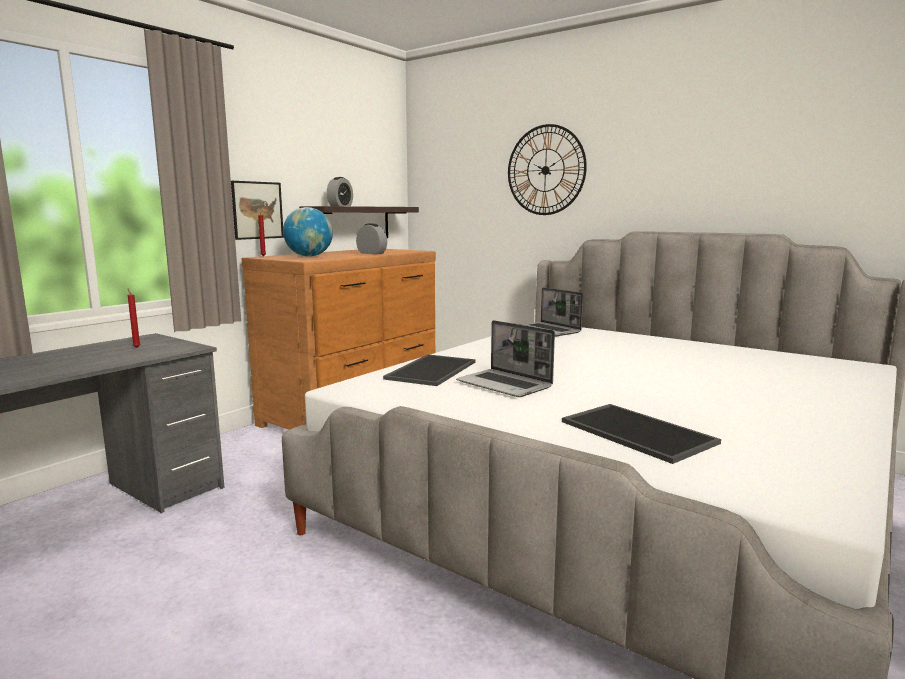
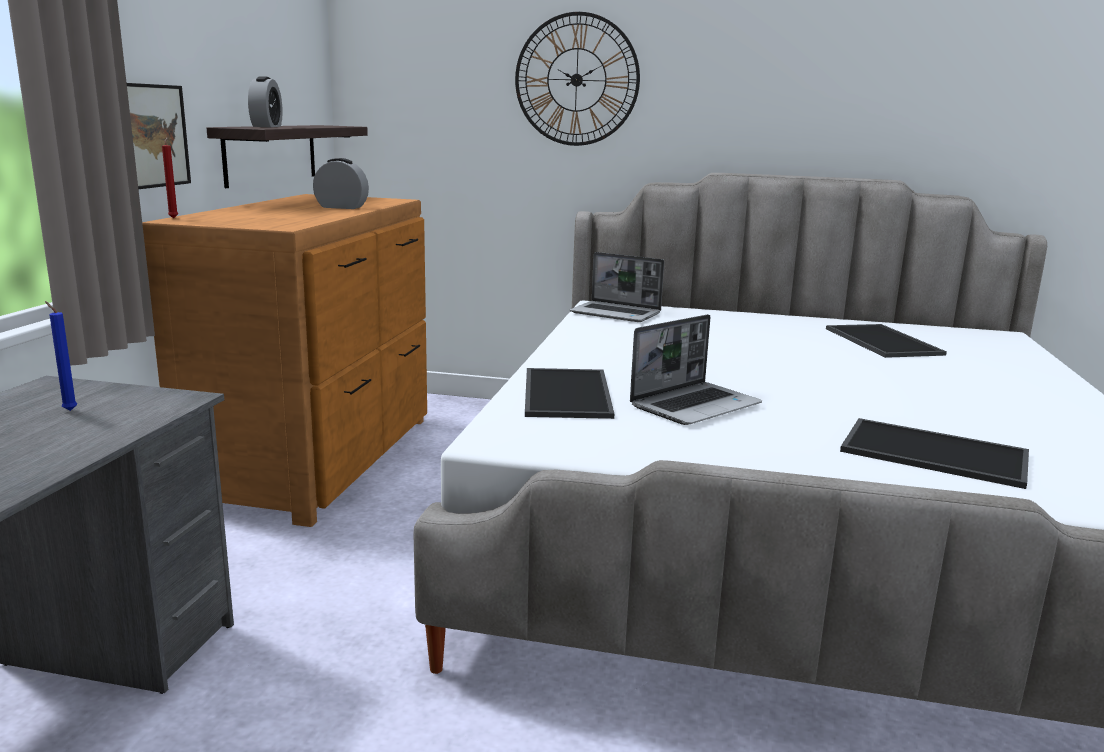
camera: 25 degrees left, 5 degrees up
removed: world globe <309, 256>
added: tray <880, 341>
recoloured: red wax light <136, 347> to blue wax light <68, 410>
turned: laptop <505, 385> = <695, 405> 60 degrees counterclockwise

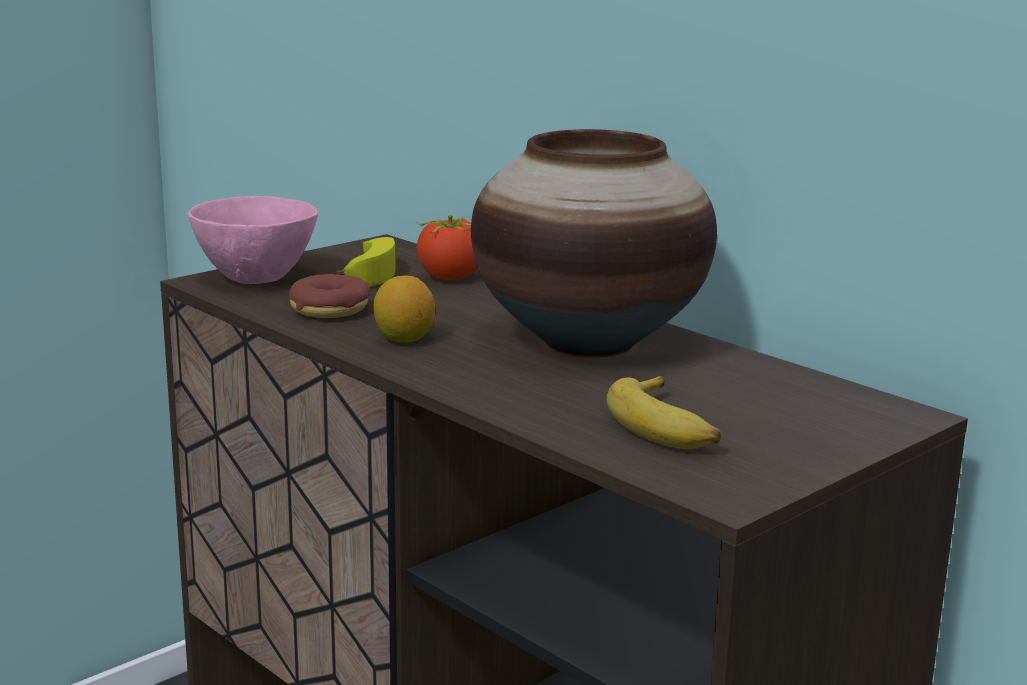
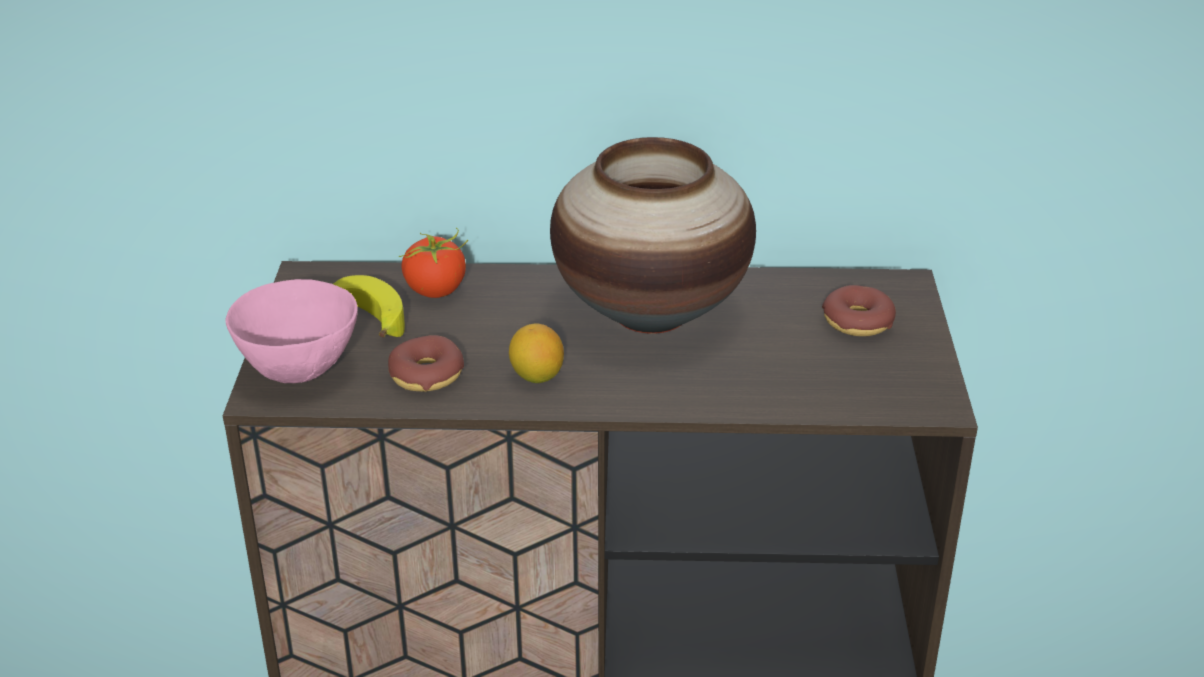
camera: 45 degrees left, 15 degrees up
removed: banana fruit <666, 428>
added: doughnut <857, 322>

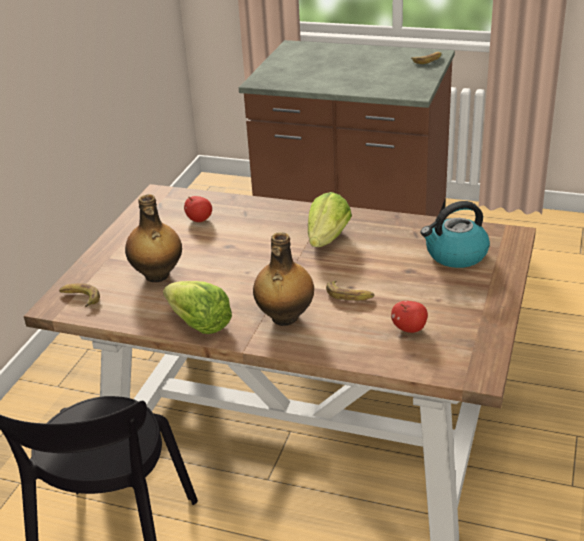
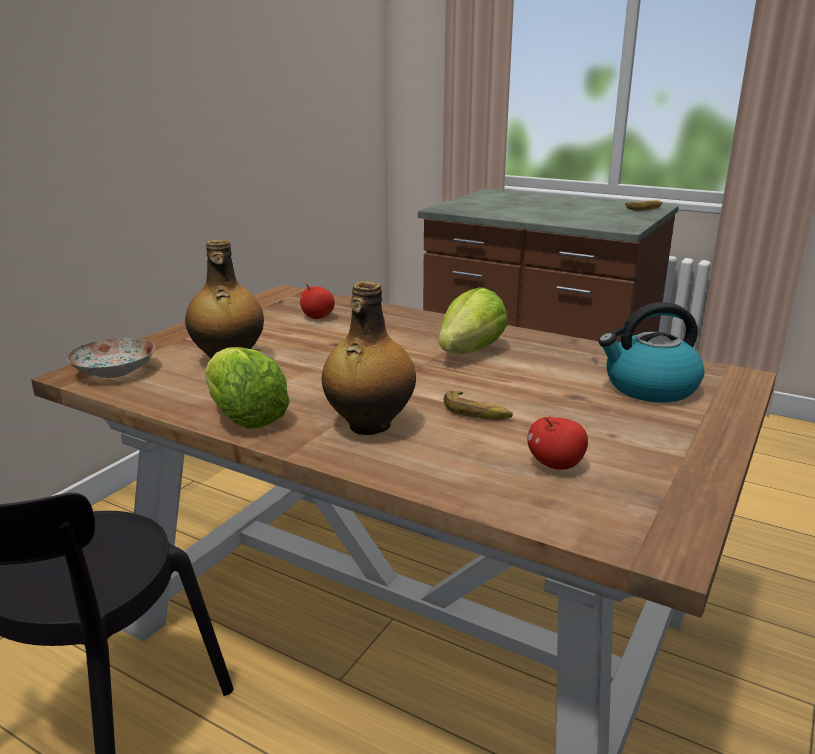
camera: 10 degrees right, 10 degrees down
replaced: banana fruit <80, 298> to dinner plate <114, 370>

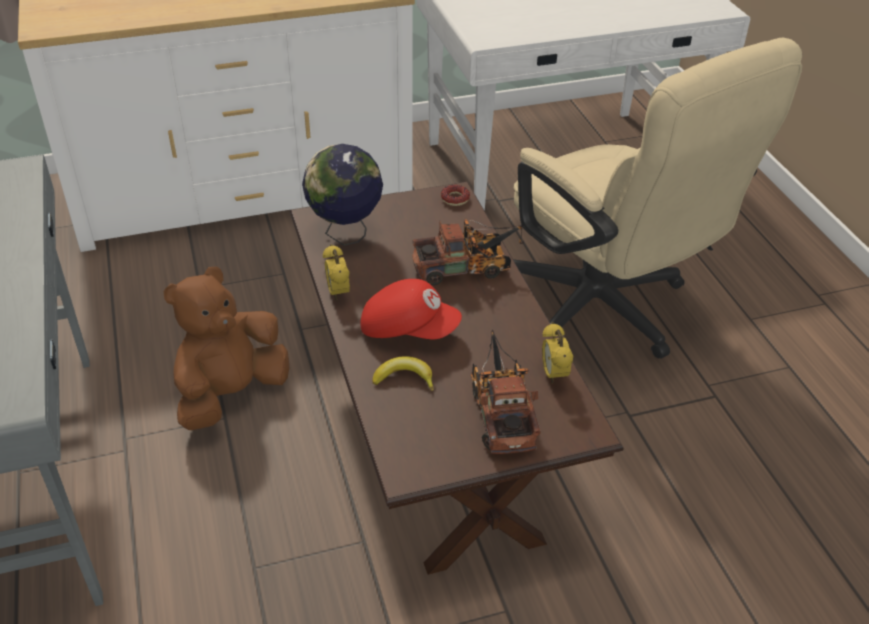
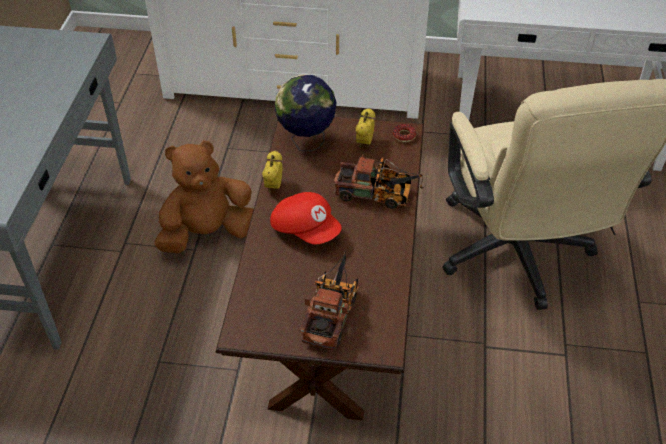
camera: 25 degrees right, 5 degrees up
removed: banana fruit <404, 378>
moved: table clock <553, 375> to <364, 143>

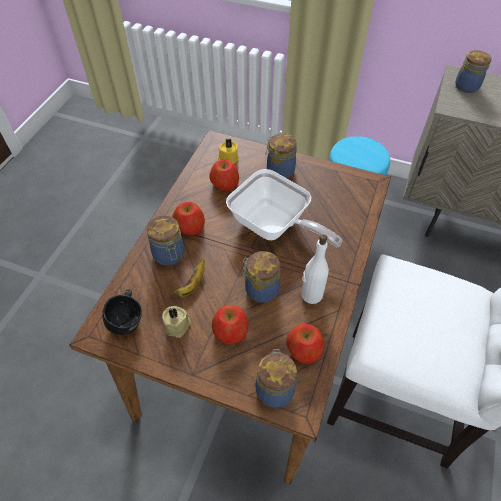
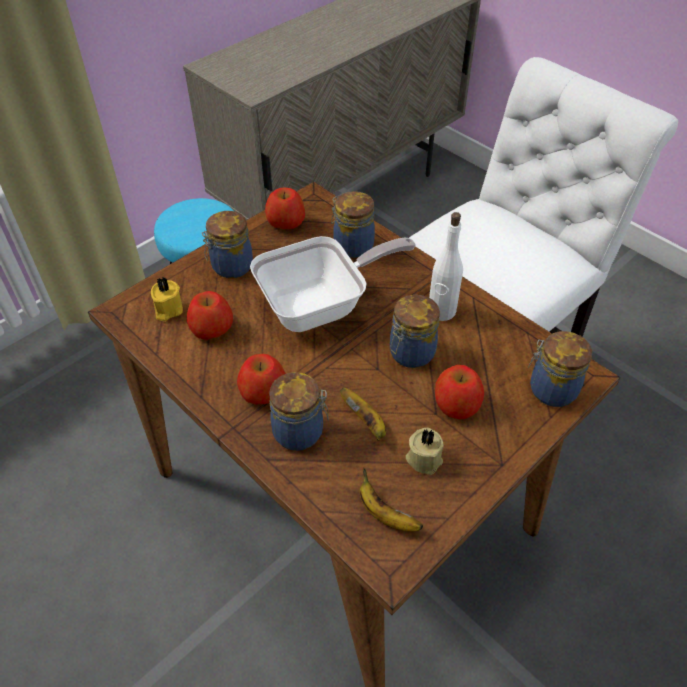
camera: 65 degrees left, 5 degrees down
moved: apple fruit <304, 349> to <285, 222>; jar <466, 86> to <352, 245>
replaced: black-coloured coffee mug <128, 319> to banana fruit <385, 514>

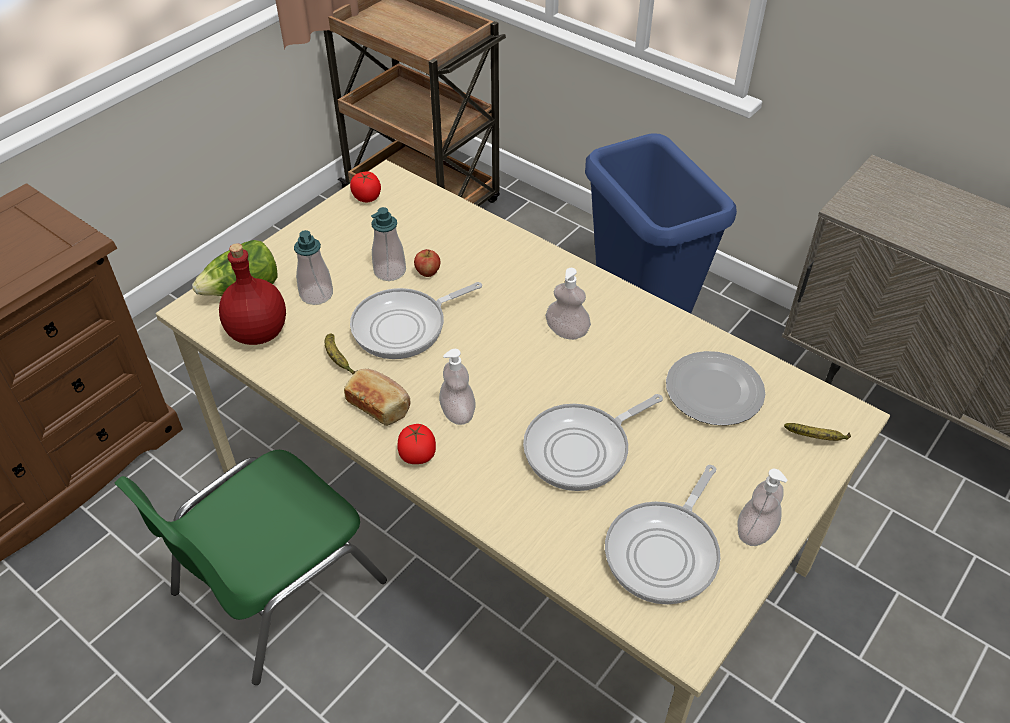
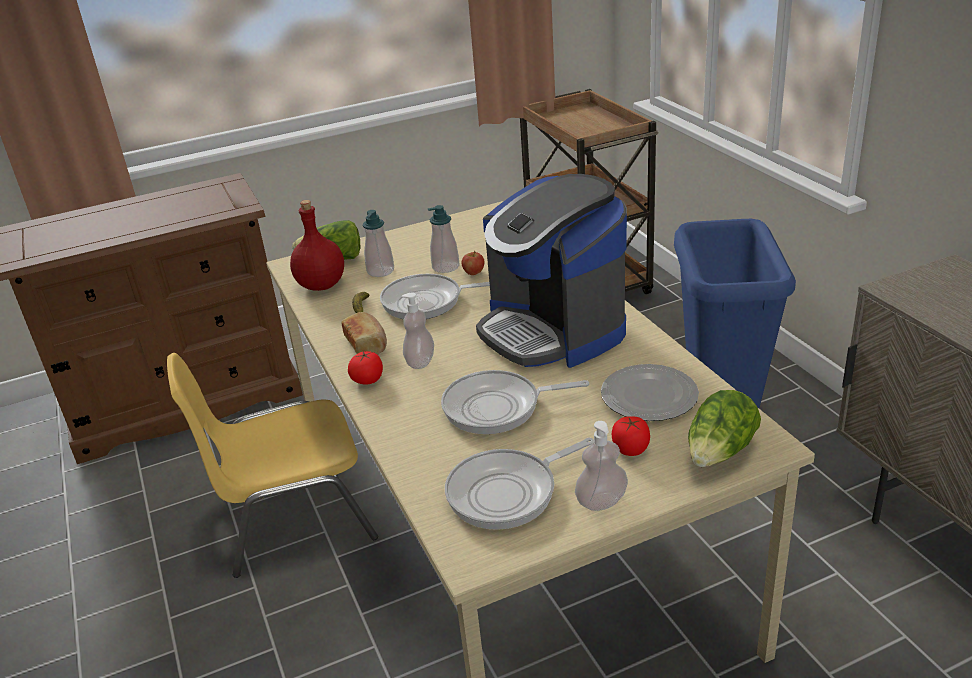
camera: 30 degrees right, 15 degrees down
moved: fresh tomato <367, 197> to <630, 449>
replaced: soap bottle <567, 331> to coffee maker <553, 330>; banana fruit <817, 439> to lettuce <720, 452>
recoloured: green-coloured upright chair <274, 587> to yellowish upright chair <293, 516>

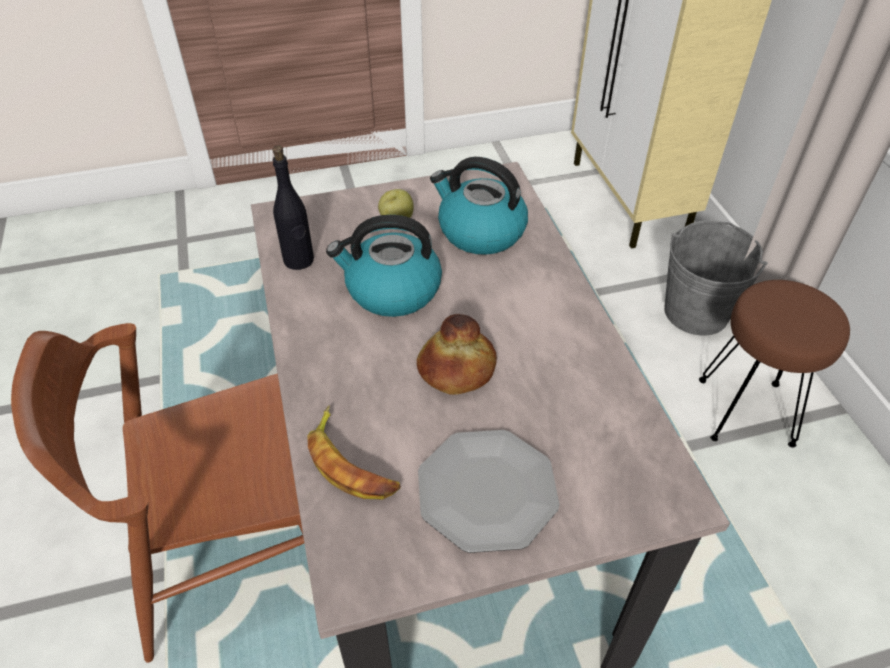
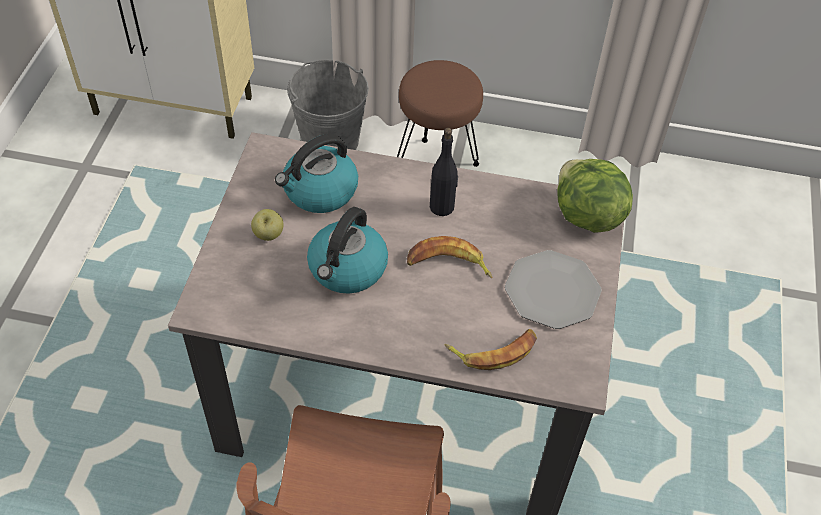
camera: 65 degrees left, 5 degrees up
added: lettuce <586, 216>
moved: black-coloured bottle <299, 260> to <442, 207>
replaced: baked bread <456, 369> to banana fruit <448, 264>

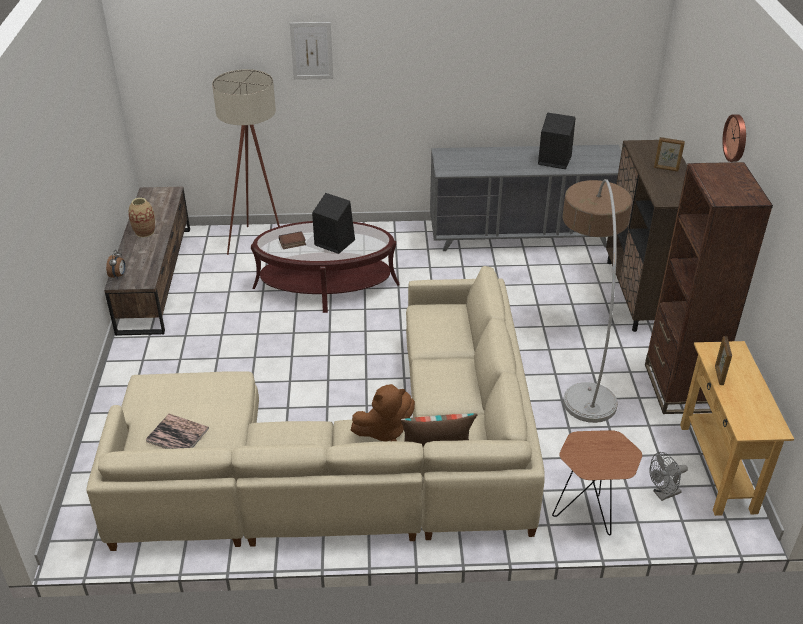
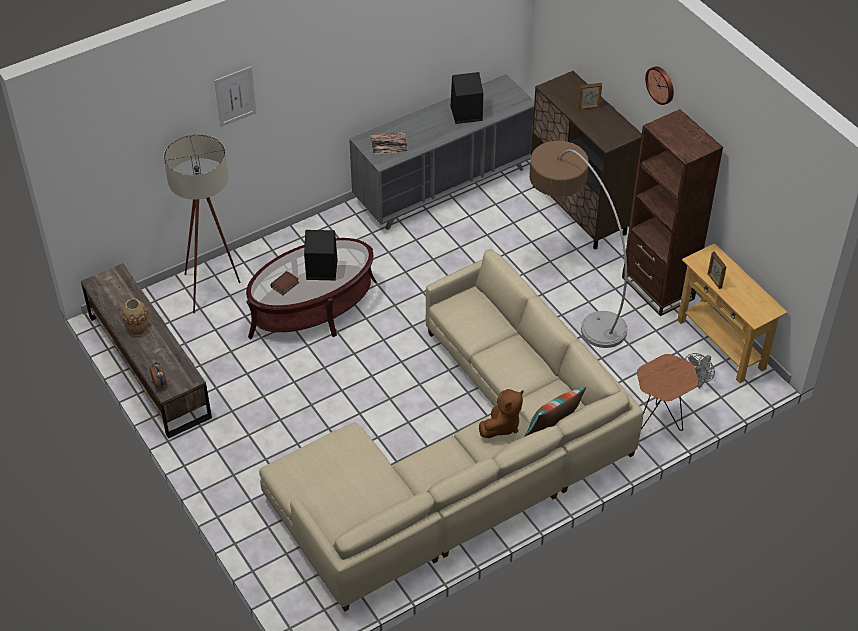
camera: 30 degrees left, 10 degrees up
moved: book <177, 435> to <389, 144>

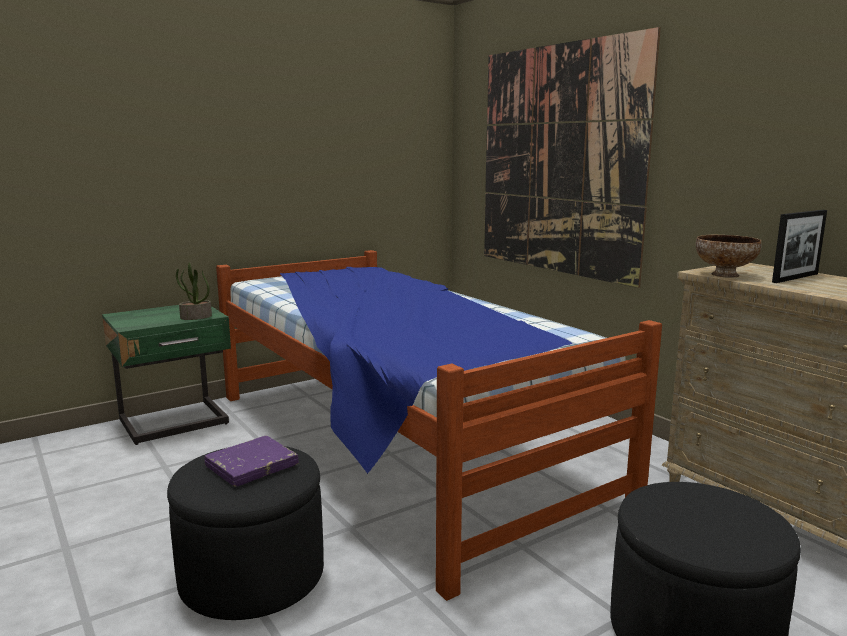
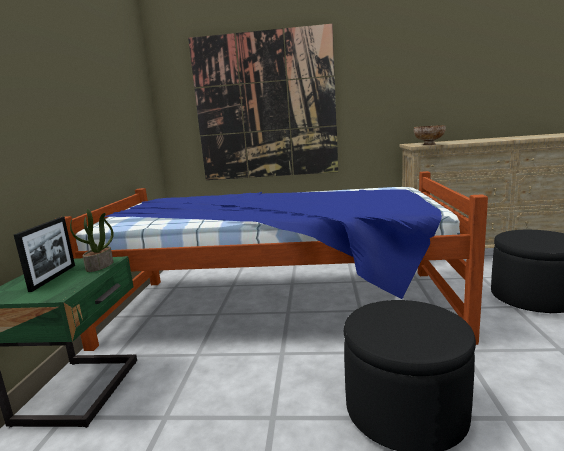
camera: 50 degrees left, 0 degrees up
removed: purplish book <251, 466>
moved: picture frame <795, 278> to <53, 277>

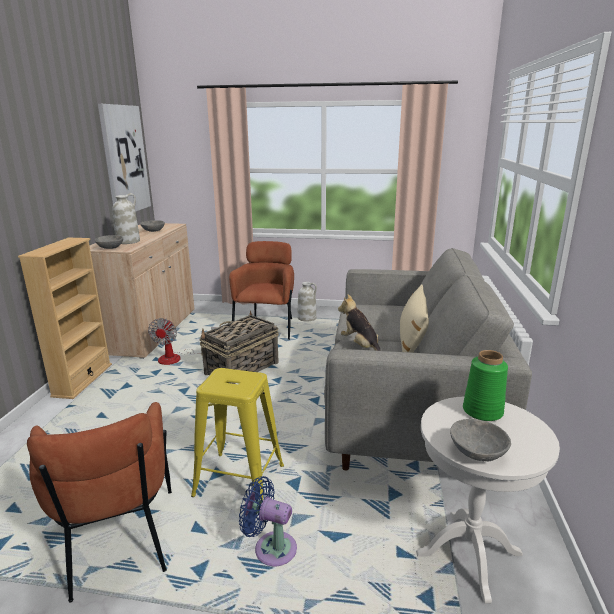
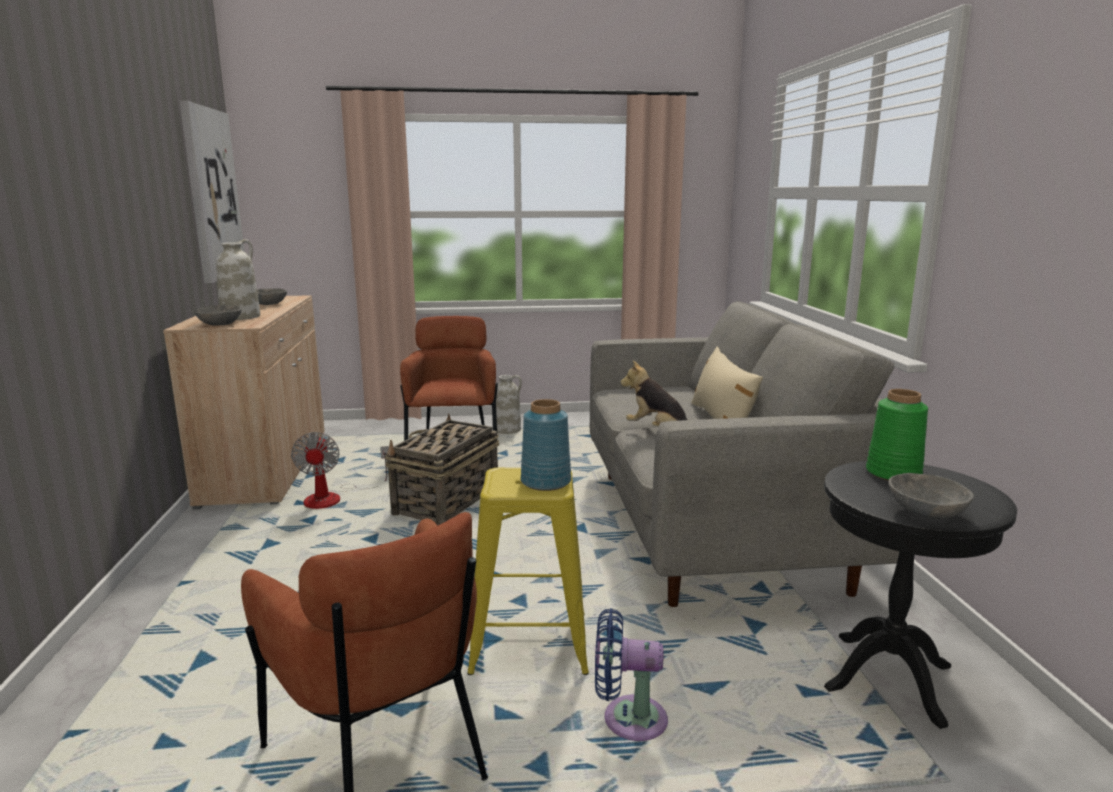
camera: 15 degrees left, 5 degrees down
removed: beige shelving unit <82, 380>
added: blue vase <546, 482>
recoloured: white end table <469, 554> to black-coloured end table <888, 678>

